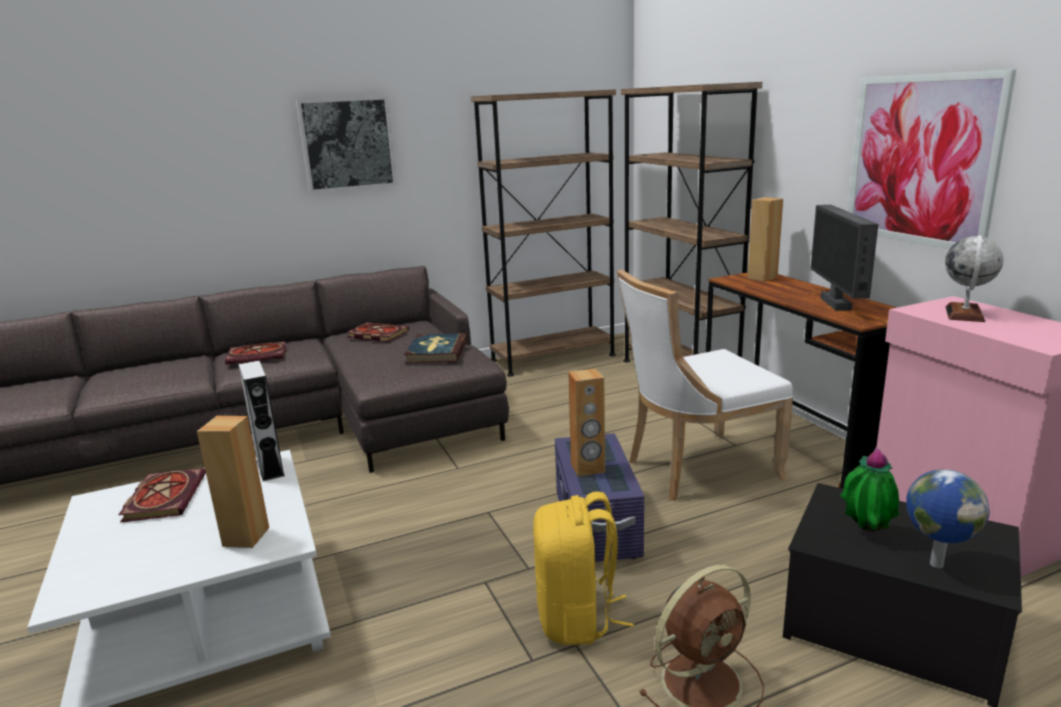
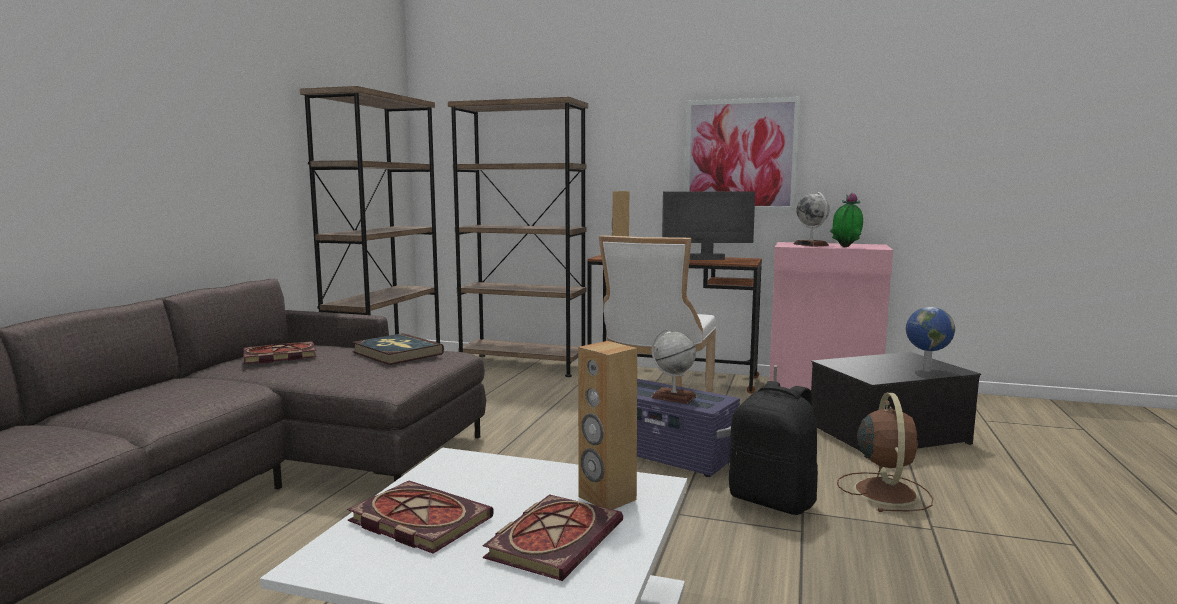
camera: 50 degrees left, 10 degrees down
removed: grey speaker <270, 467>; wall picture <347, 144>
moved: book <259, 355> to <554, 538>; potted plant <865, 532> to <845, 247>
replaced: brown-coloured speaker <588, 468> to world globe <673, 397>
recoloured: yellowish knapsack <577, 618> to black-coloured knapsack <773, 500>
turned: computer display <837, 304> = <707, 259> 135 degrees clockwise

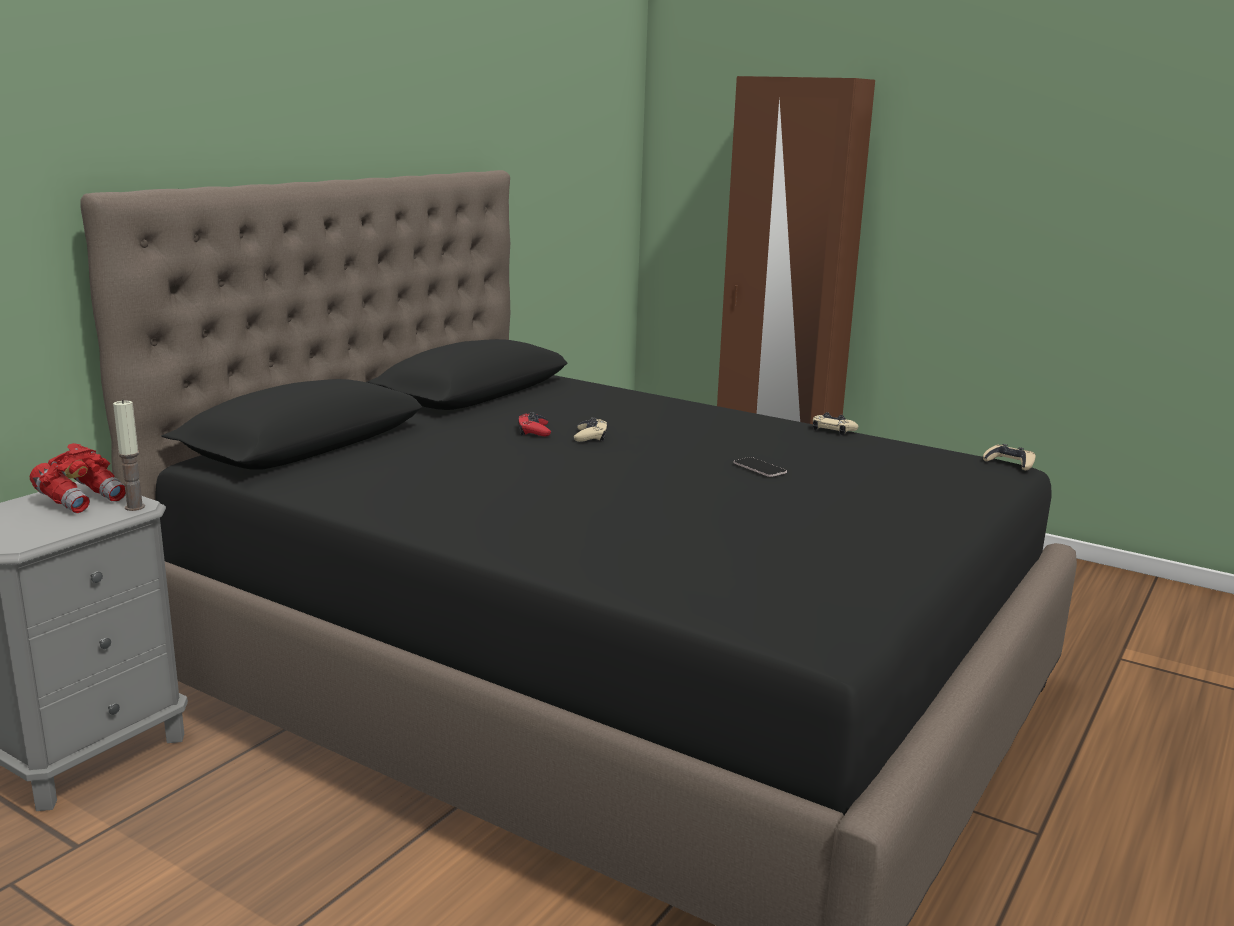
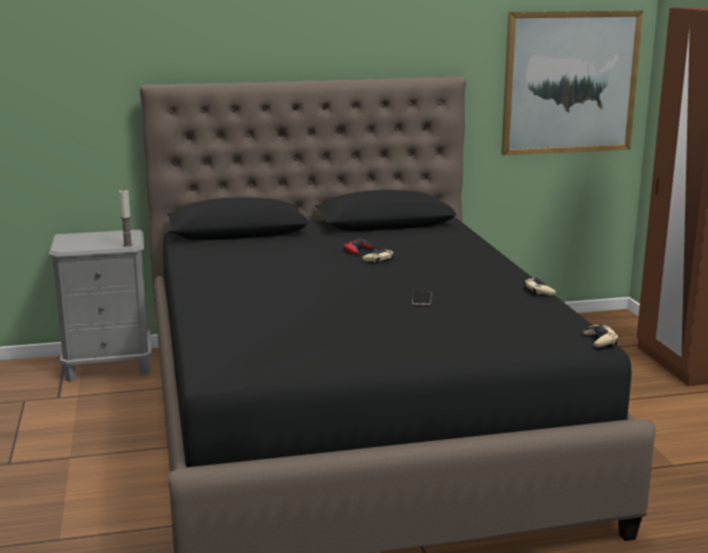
camera: 45 degrees right, 0 degrees up
removed: red field glasses <82, 500>
added: wall picture <569, 82>

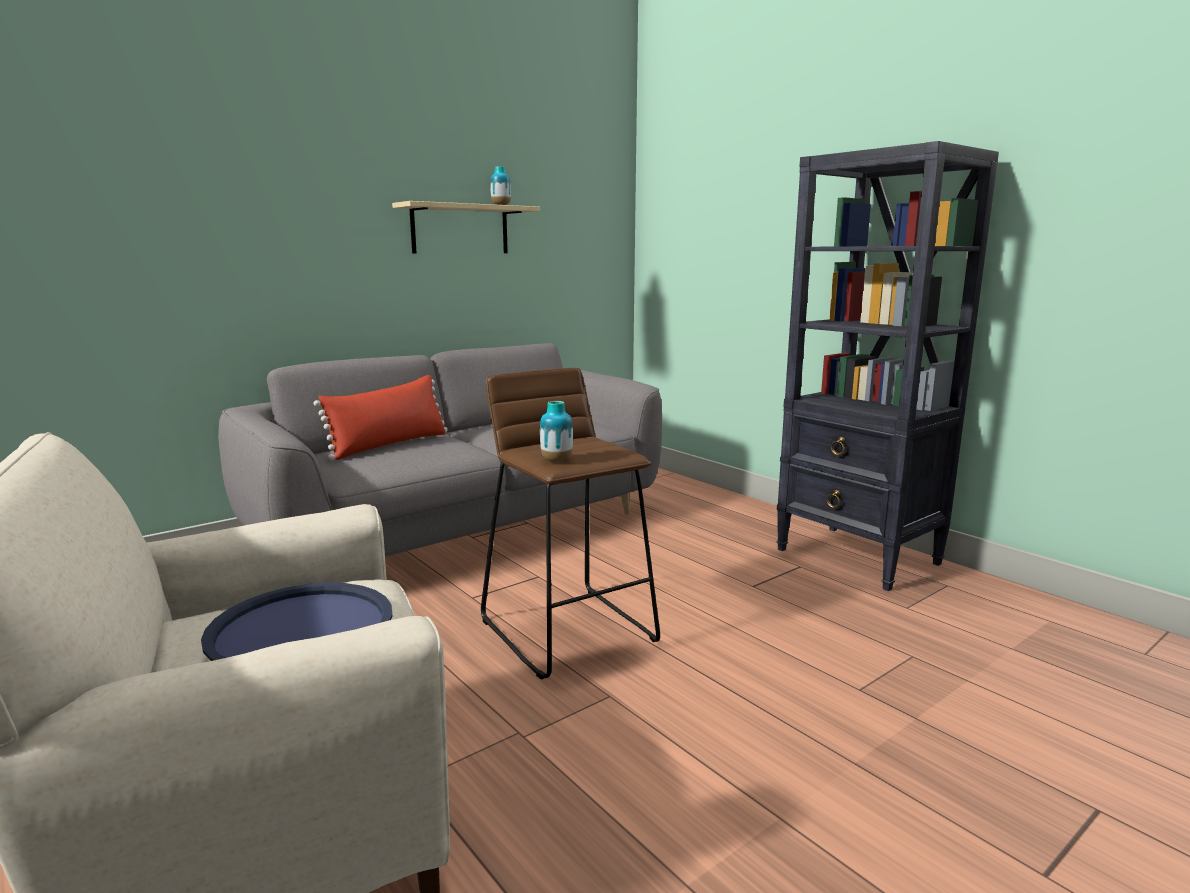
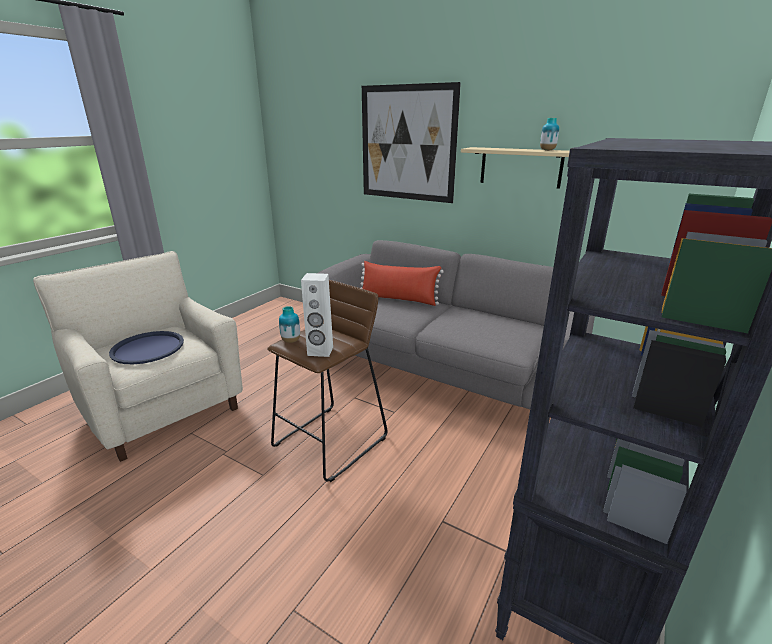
camera: 70 degrees right, 10 degrees up
added: white speaker <320, 351>; wall picture <407, 144>

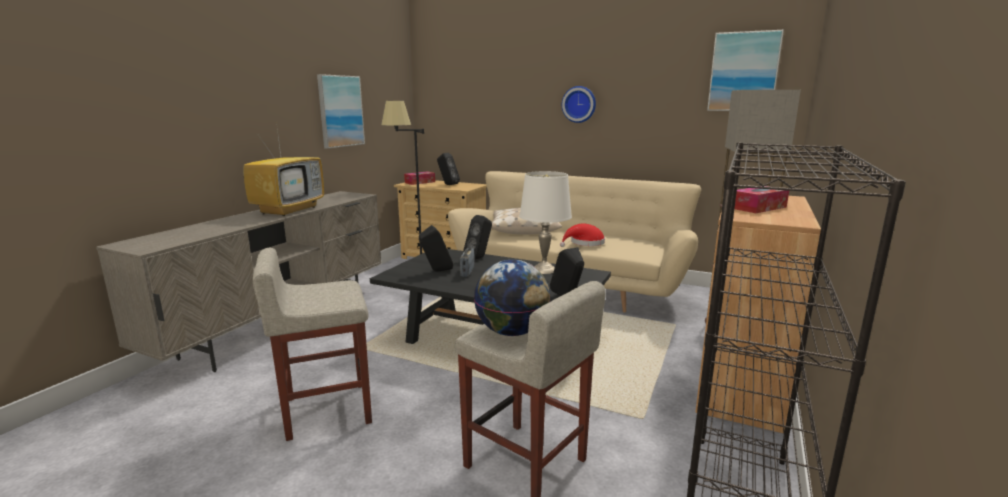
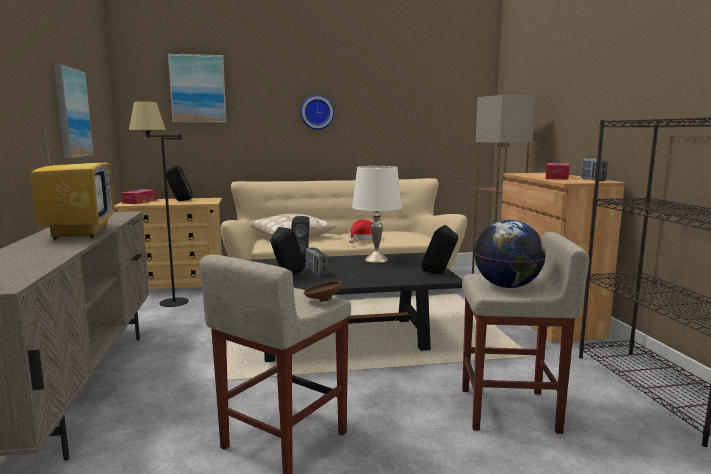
camera: 35 degrees left, 5 degrees down
added: brown-coloured bowl <322, 300>; radio <592, 179>
moved: wall picture <743, 72> to <198, 89>

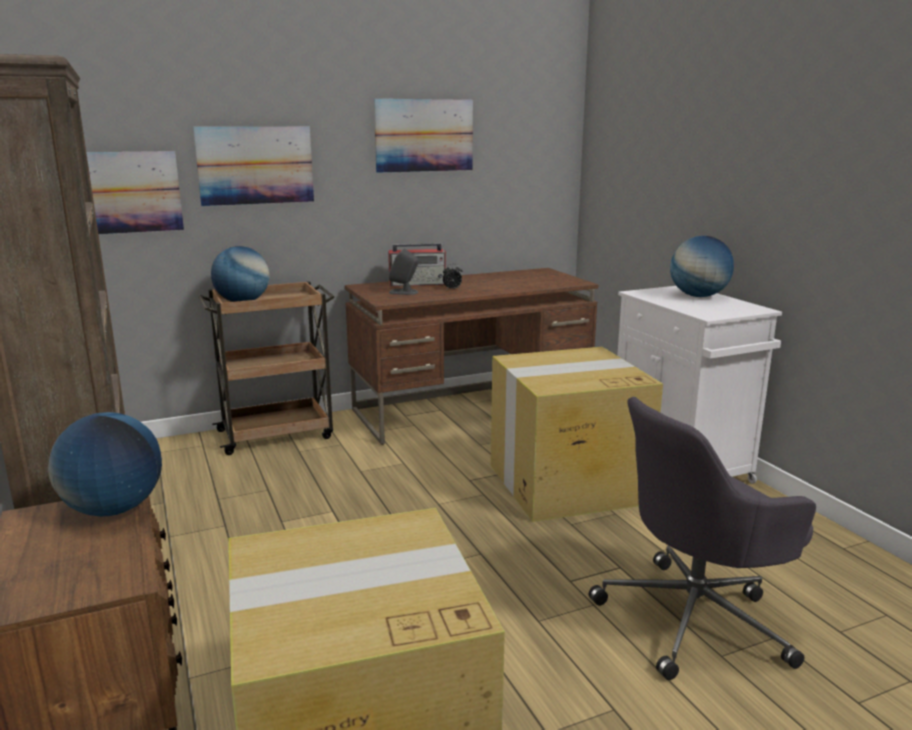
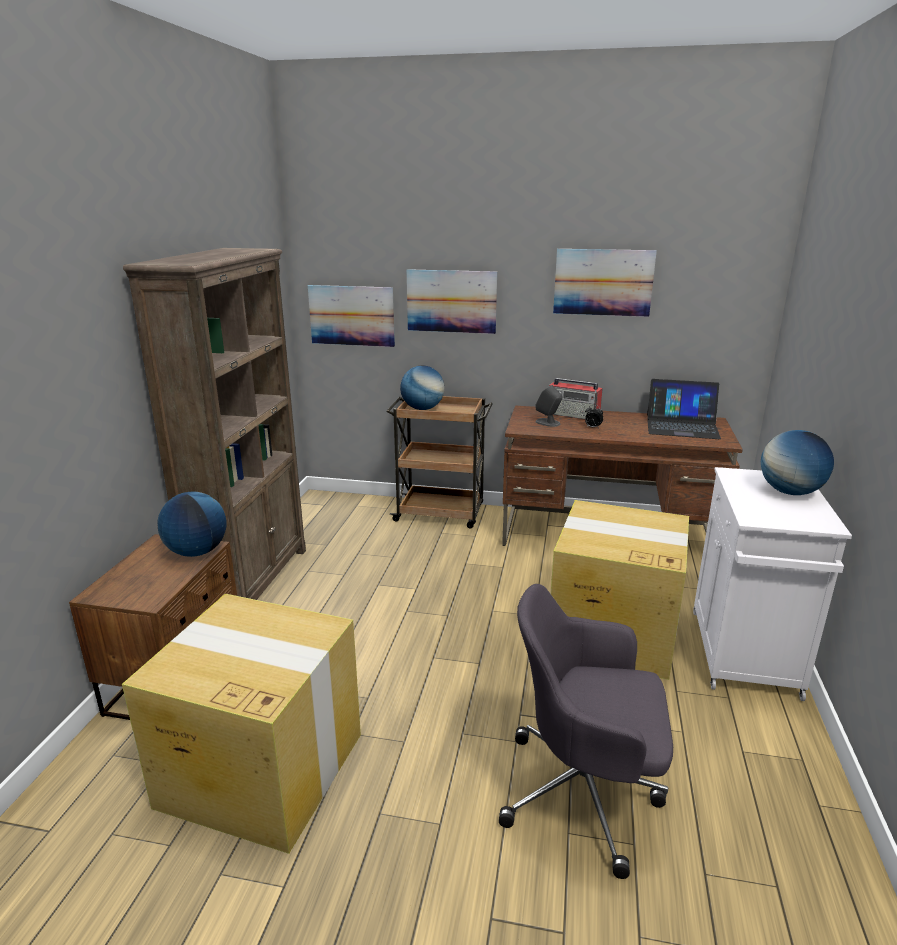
camera: 35 degrees right, 5 degrees up
added: laptop <682, 426>

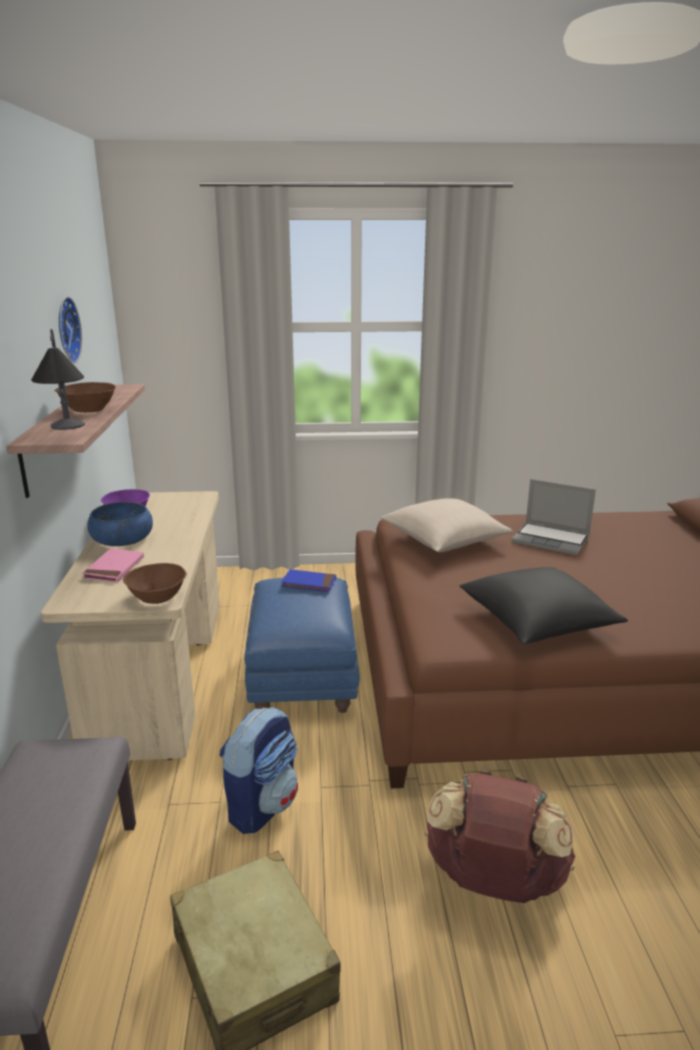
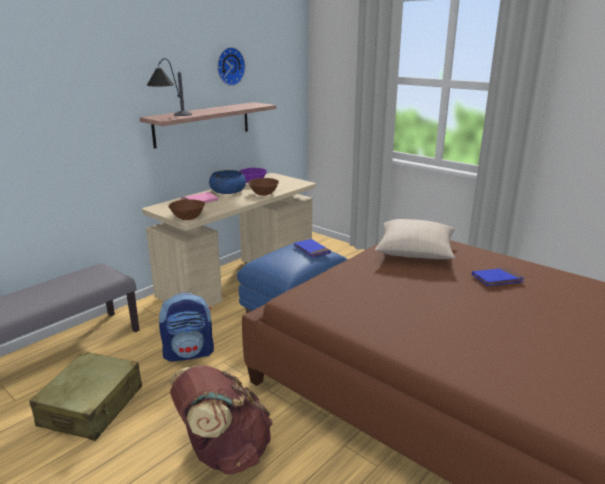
camera: 45 degrees right, 0 degrees up
removed: black-coloured pillow <537, 622>
moved: brown-coloured bowl <88, 410> to <263, 193>
replaced: laptop <552, 540> to blue book <497, 279>

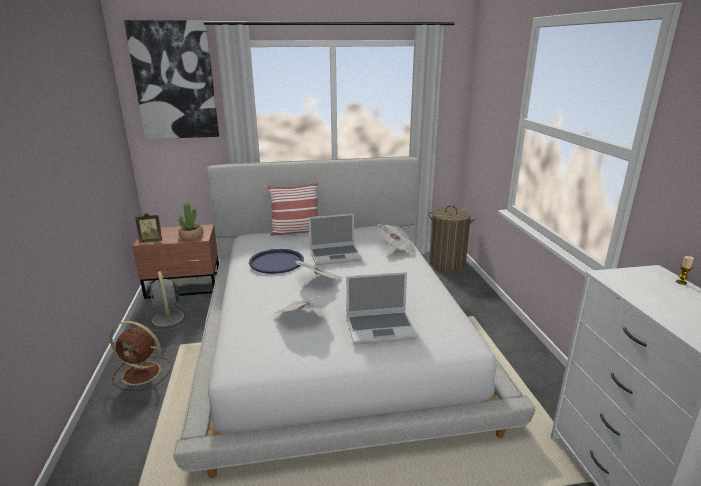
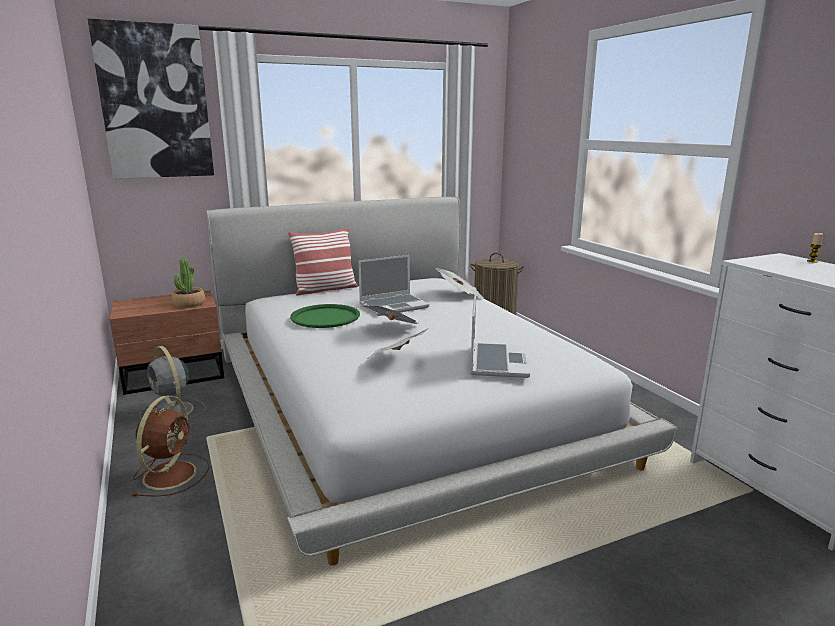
camera: 15 degrees left, 5 degrees down
removed: picture frame <151, 241>
recoloured: blue tray <276, 262> to green-coloured tray <325, 317>
turned: brown-coloured fan <143, 373> = <171, 474> 75 degrees counterclockwise; laptop <381, 328> = <497, 361> 60 degrees counterclockwise

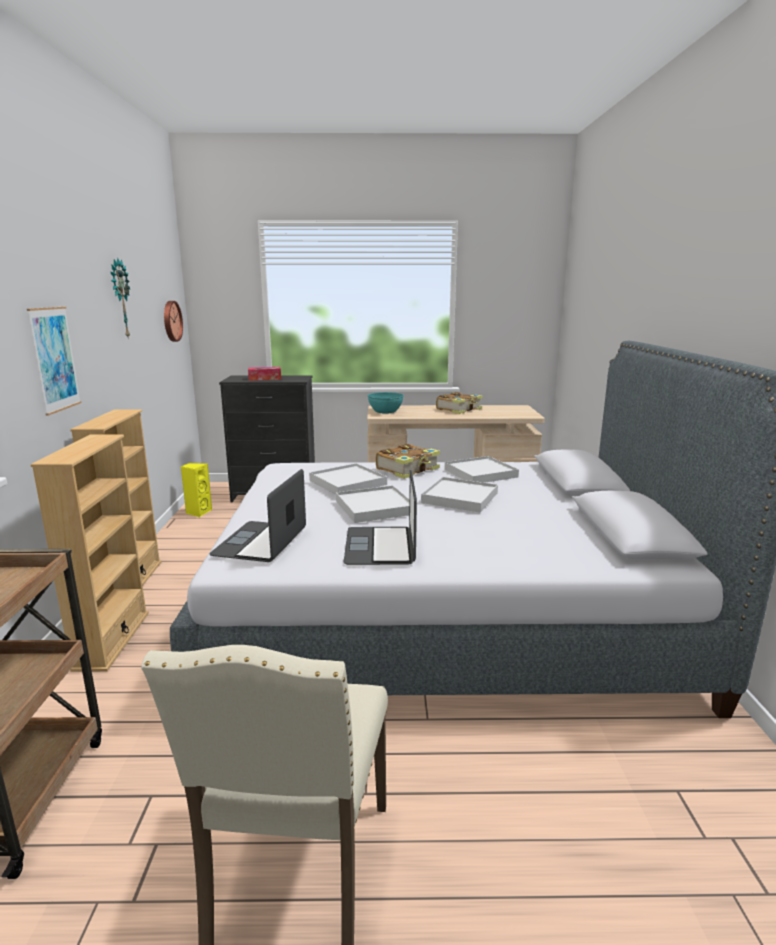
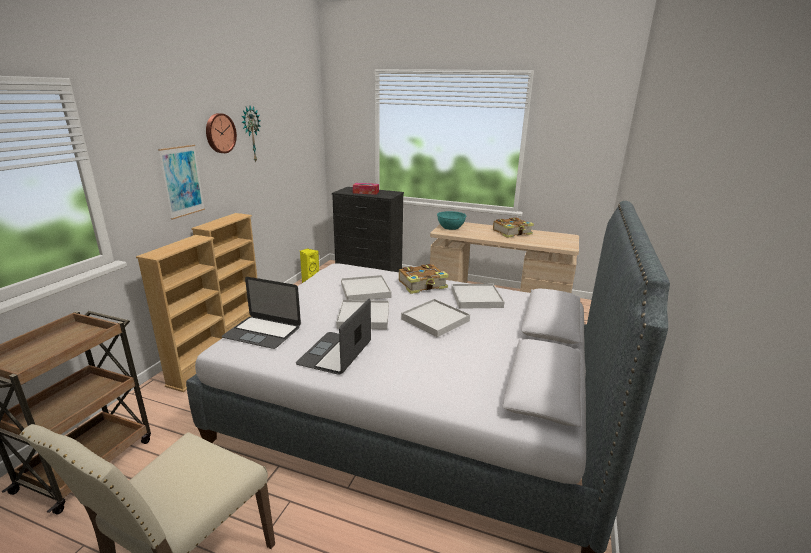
camera: 20 degrees right, 5 degrees up
moved: hanging clock <171, 321> to <219, 133>
turned: laptop <261, 542> = <262, 332> 105 degrees counterclockwise

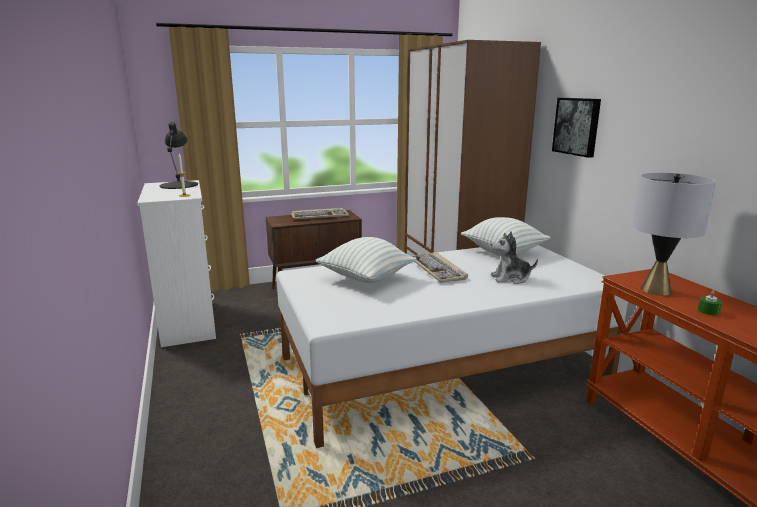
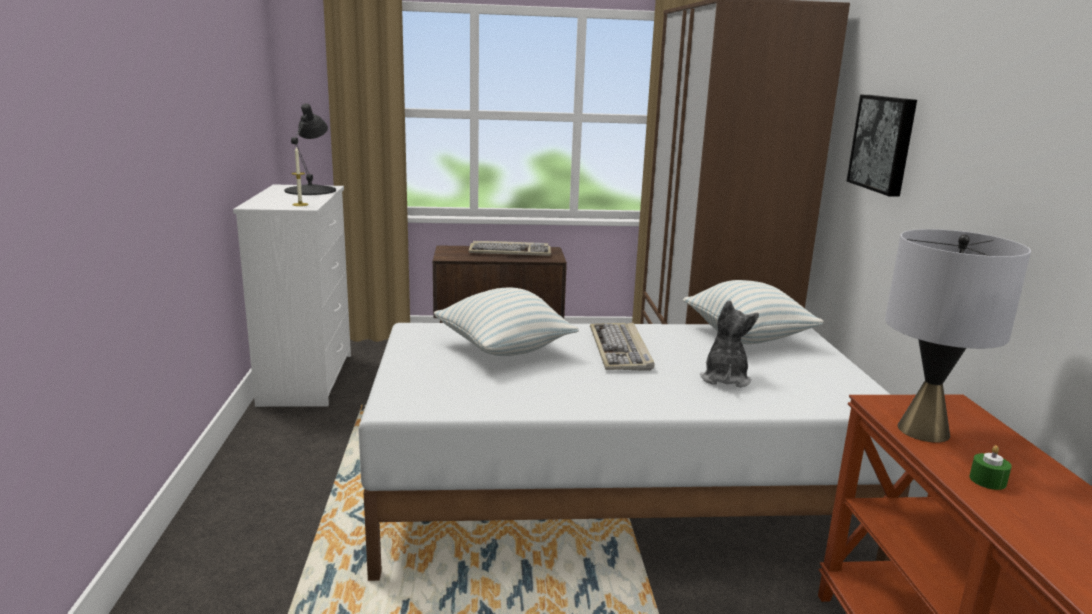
camera: 15 degrees right, 0 degrees up
turned: soft toy <511, 278> = <724, 378> 90 degrees clockwise

